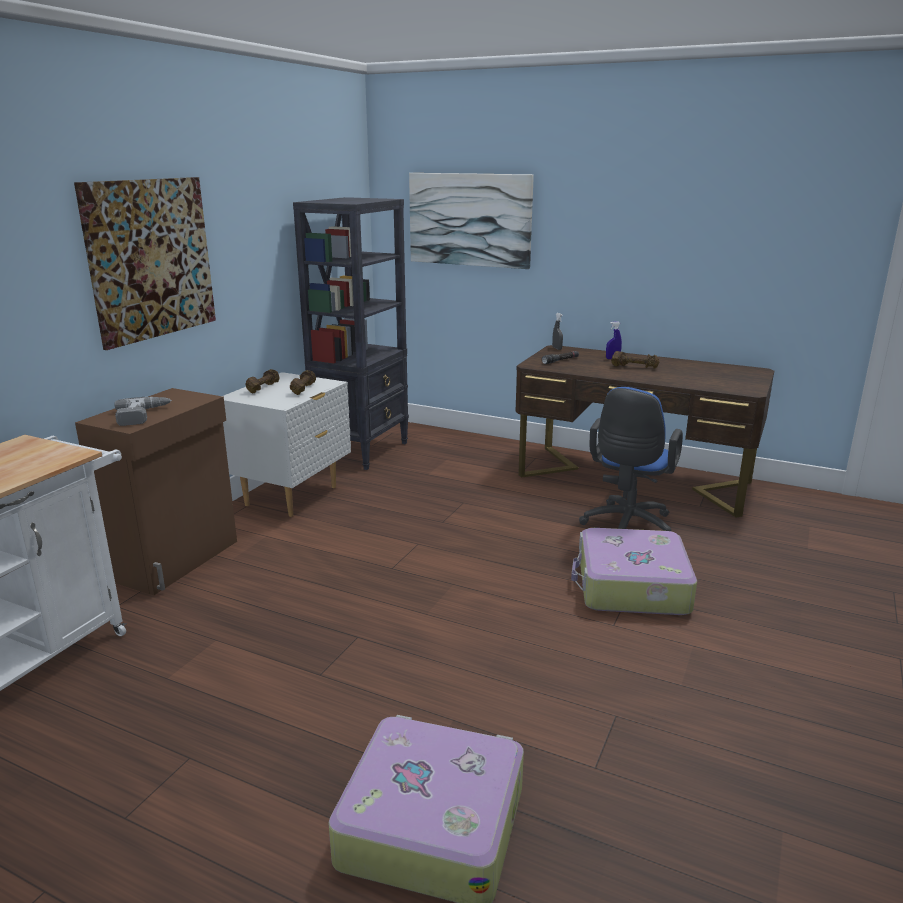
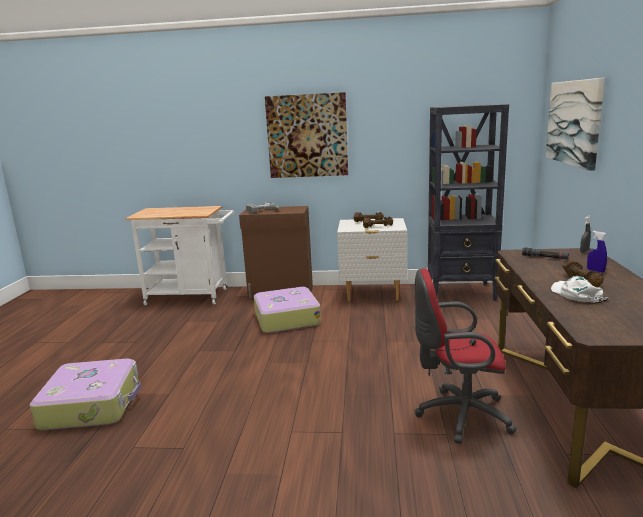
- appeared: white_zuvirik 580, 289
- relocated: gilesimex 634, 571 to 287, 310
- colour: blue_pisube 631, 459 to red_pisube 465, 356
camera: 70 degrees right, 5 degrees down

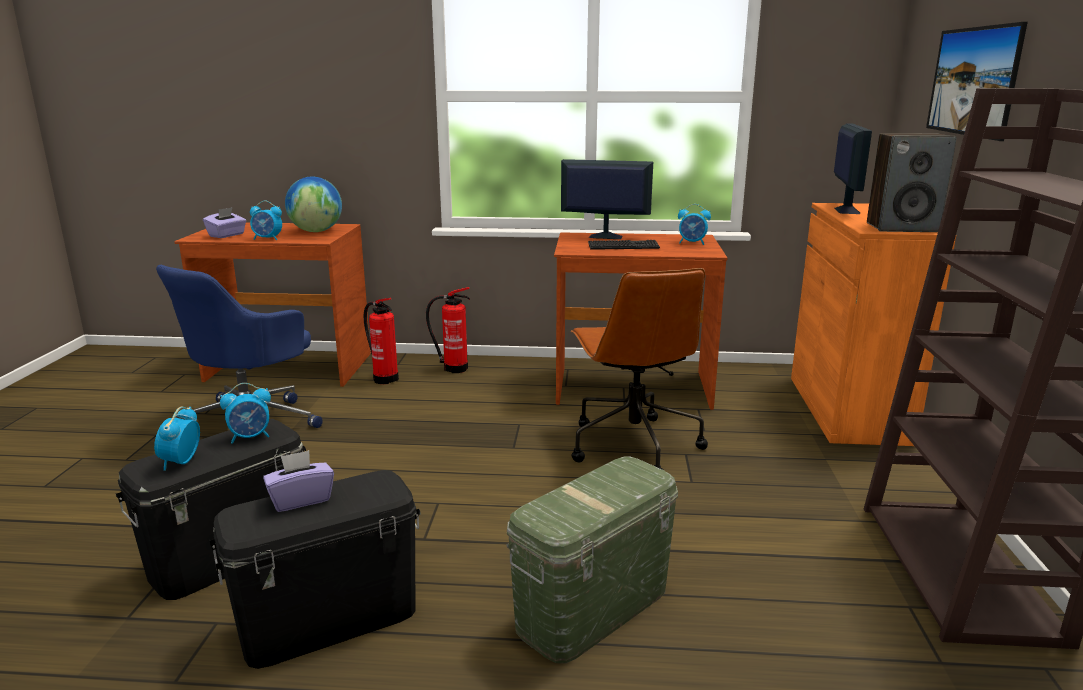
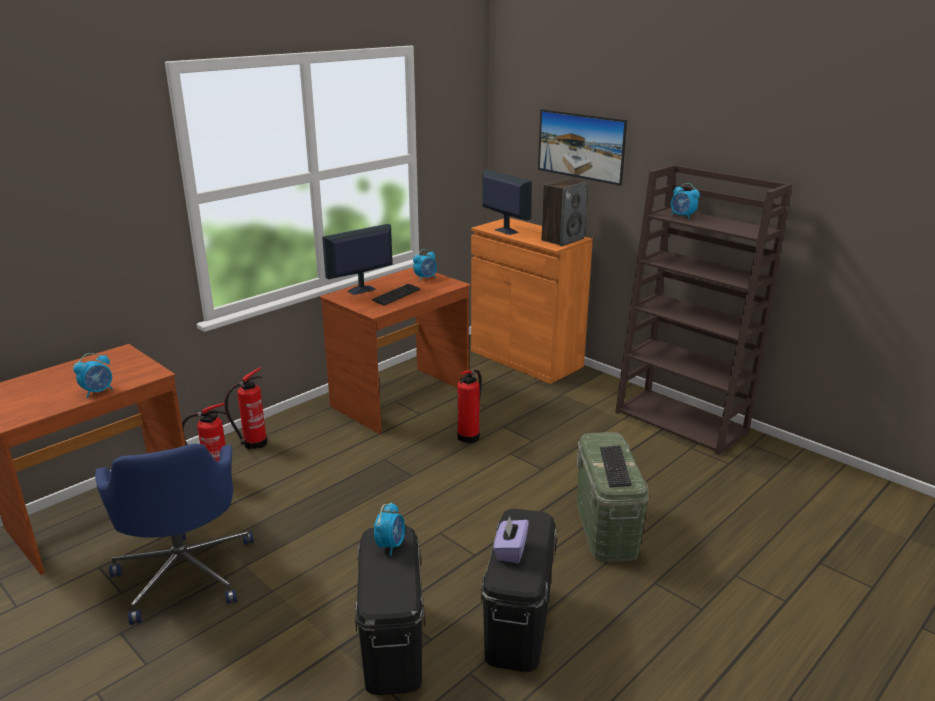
- missing: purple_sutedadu 224, 223
- missing: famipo 313, 204
- appeared: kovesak 616, 466
- relocated: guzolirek 177, 439 to 685, 201
- exchanged: brown_pisube 639, 369 to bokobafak 469, 406
camera: 50 degrees left, 5 degrees up

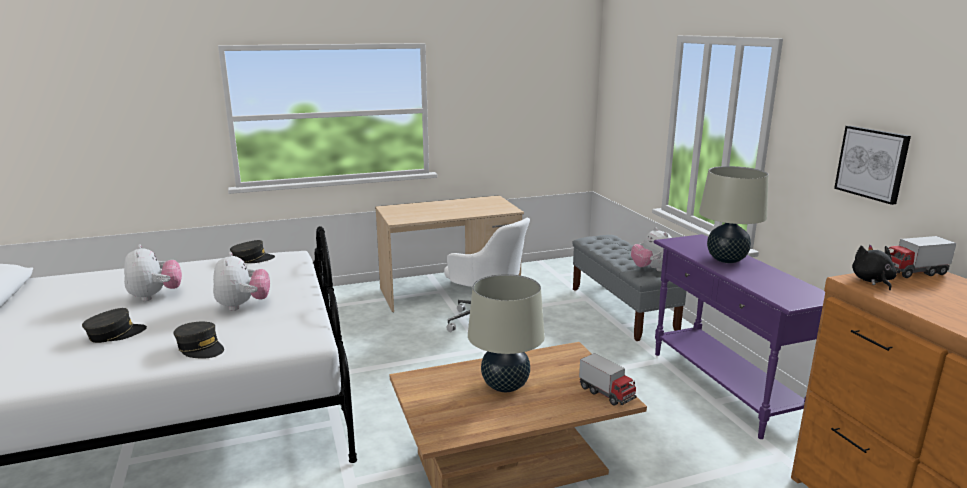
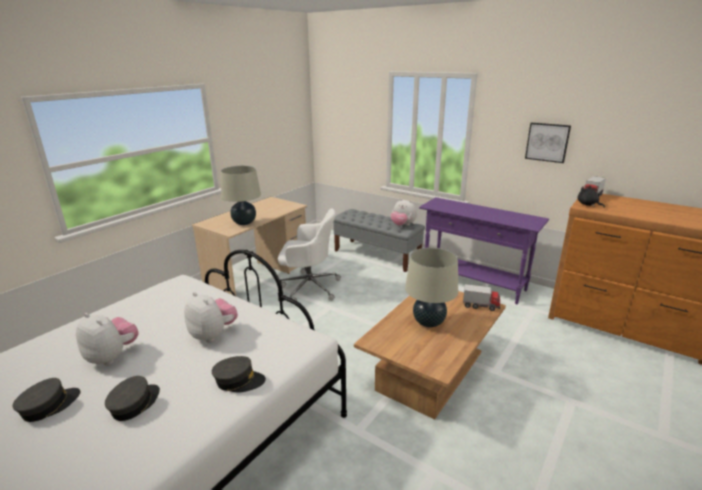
- relocated: grey_zuvirik 252, 251 to 47, 400
- relocated: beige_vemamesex 734, 214 to 241, 195
camera: 35 degrees left, 5 degrees up

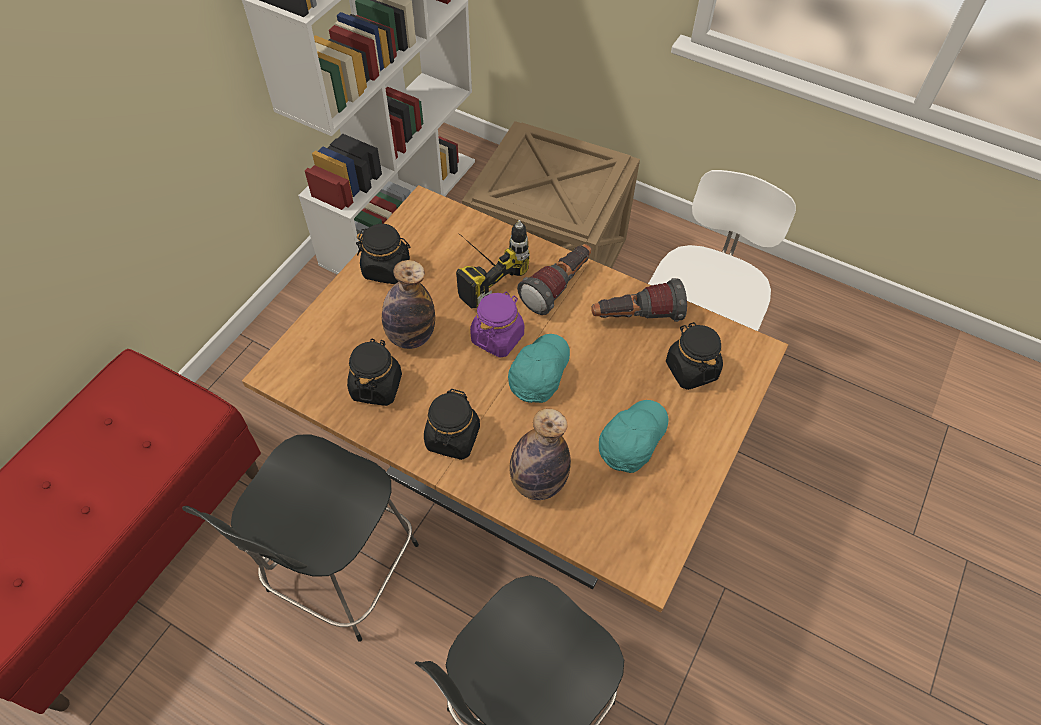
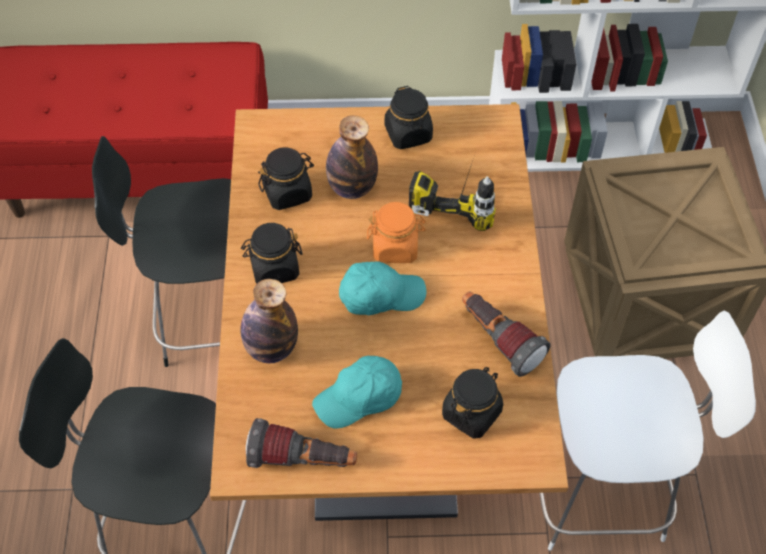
- relocated: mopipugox 554, 279 to 301, 443
- colour: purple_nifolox 497, 325 to orange_nifolox 396, 232
- spun: turquoise_zuvirik 634, 436 = 357, 392 150 degrees clockwise
camera: 60 degrees right, 0 degrees up

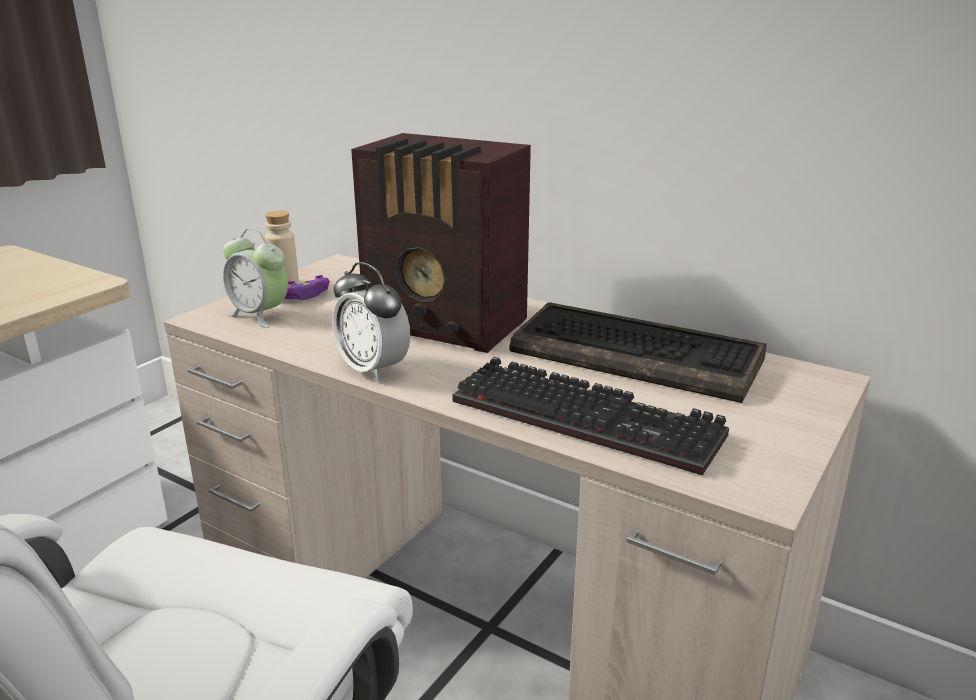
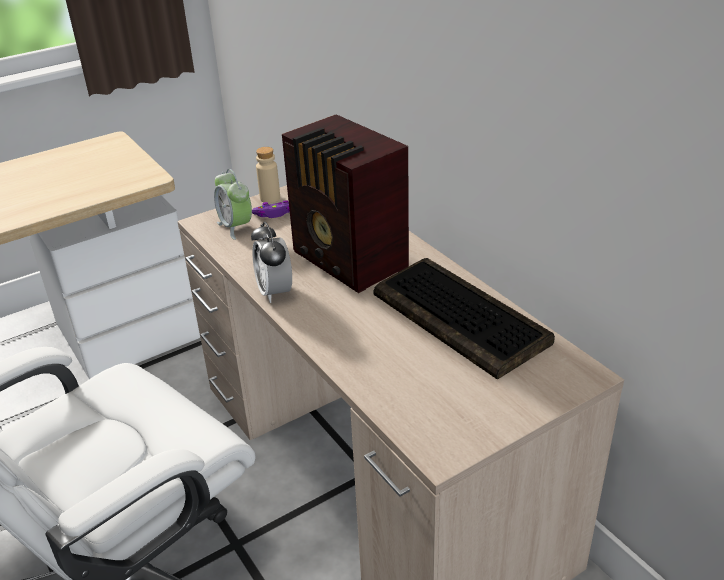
- missing: kovesak 590, 416
camera: 25 degrees right, 10 degrees up

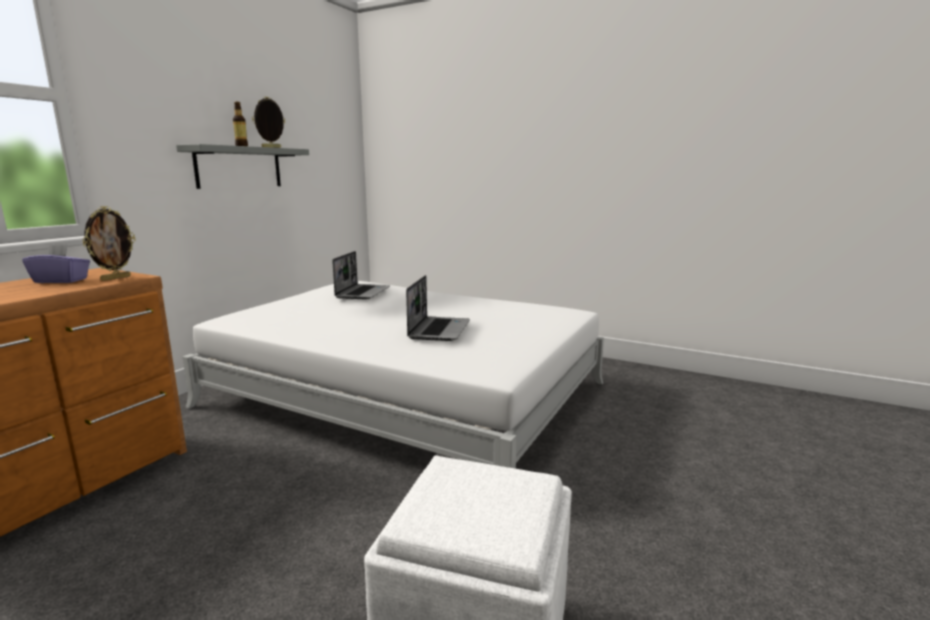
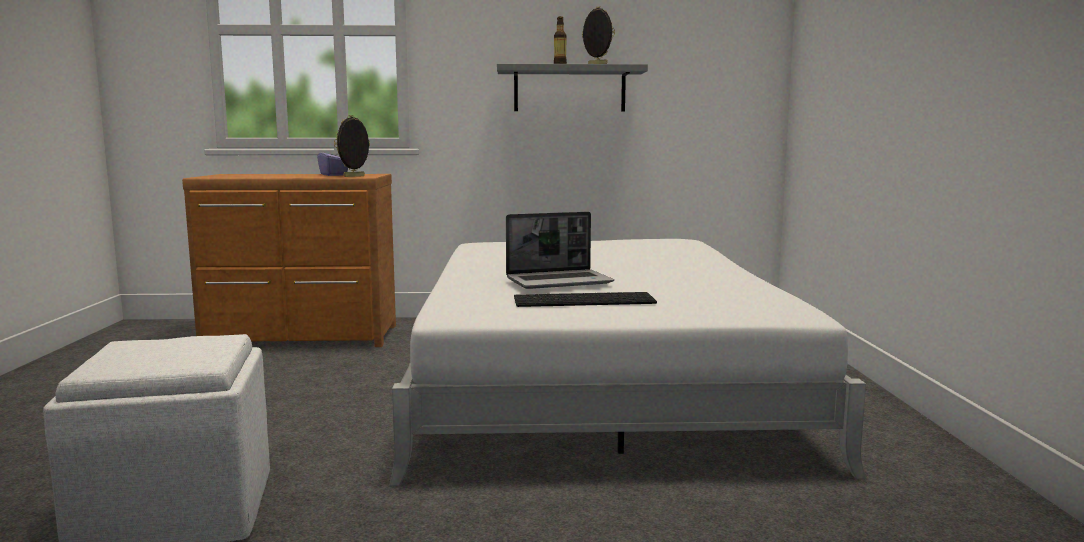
- missing: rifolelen 361, 275
- appeared: kovesak 585, 299
- spun: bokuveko 109, 243 = 352, 146 135 degrees clockwise
camera: 60 degrees right, 5 degrees down

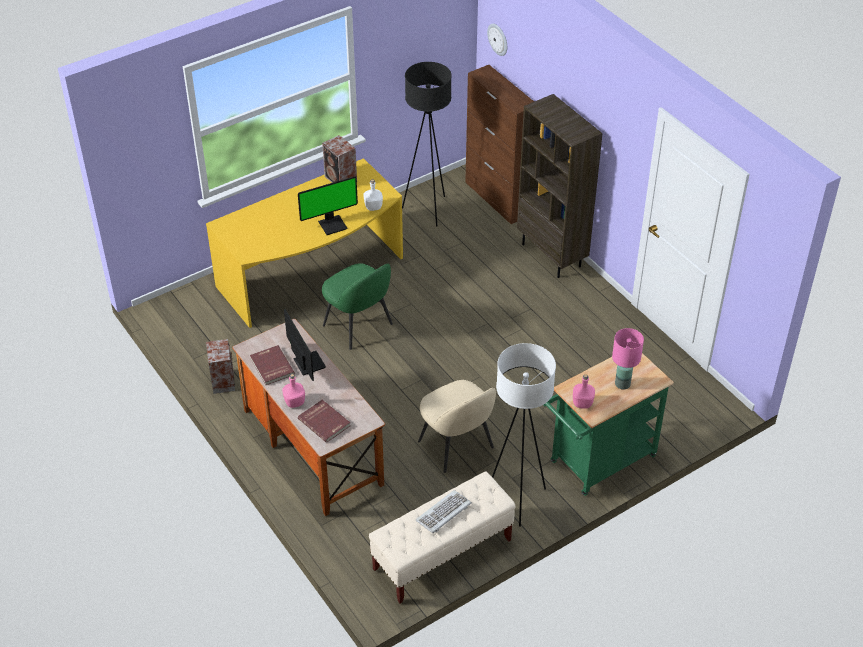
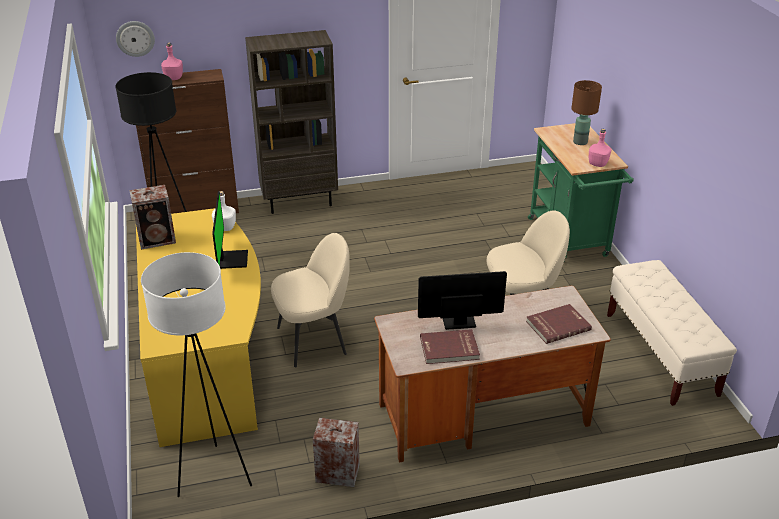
- missing: kovesak 444, 511
- relocated: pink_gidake 293, 391 to 172, 61
- relocated: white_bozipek 524, 435 to 196, 374
- colour: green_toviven 357, 306 to beige_toviven 310, 300
- colour: pink_vemamesex 628, 359 to brown_vemamesex 586, 112
camera: 70 degrees left, 10 degrees down

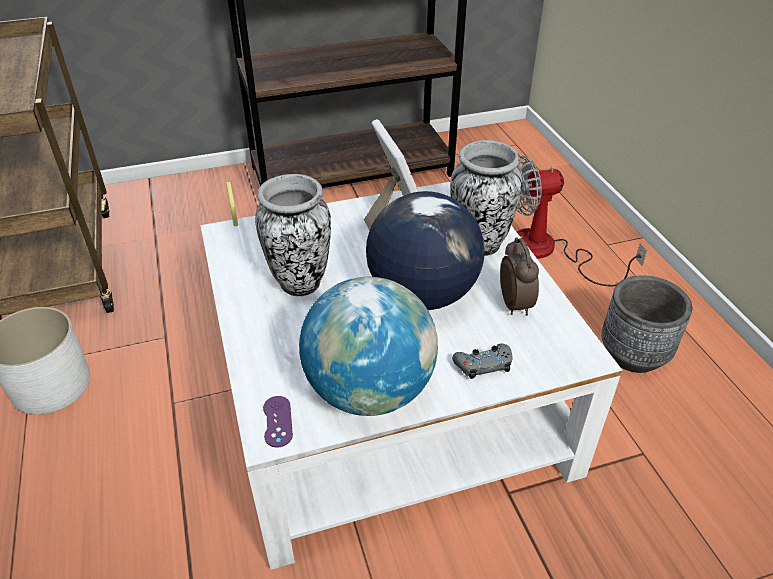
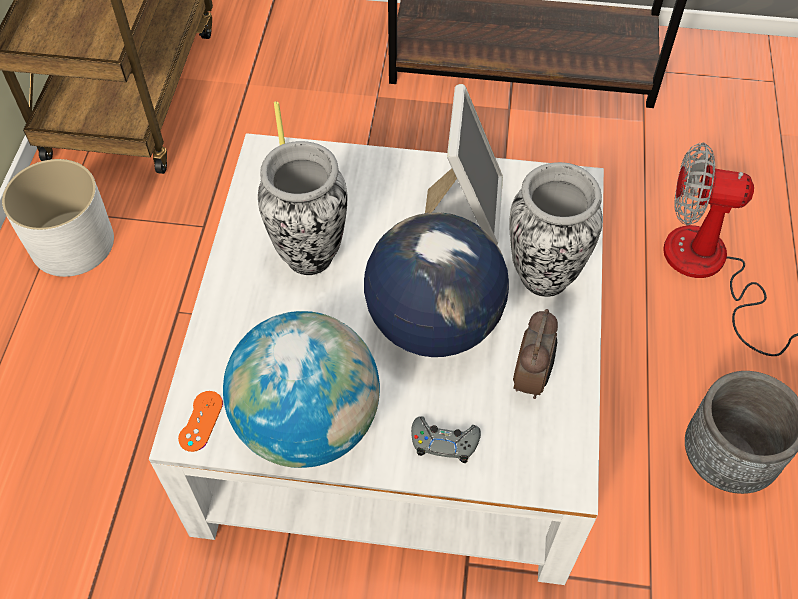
- colour: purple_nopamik 278, 421 to orange_nopamik 200, 421
camera: 25 degrees right, 15 degrees up

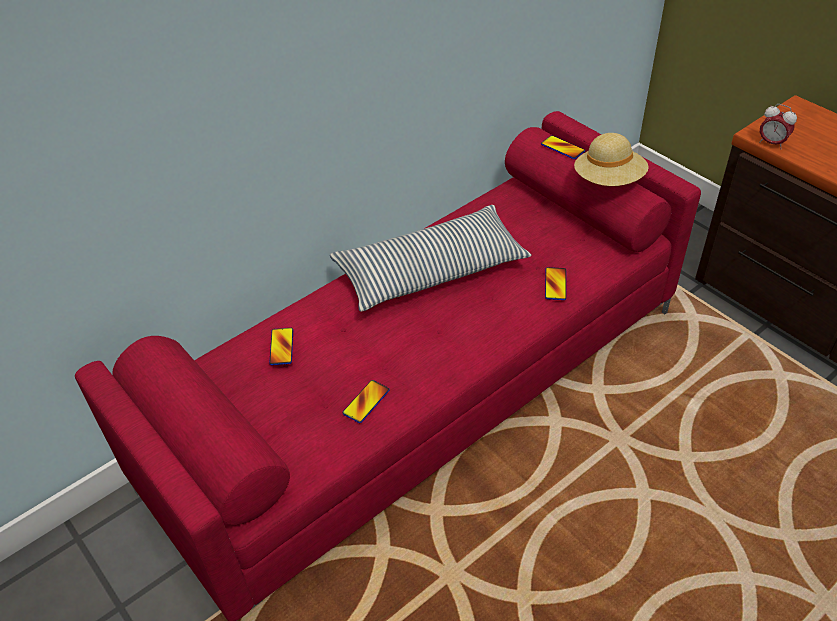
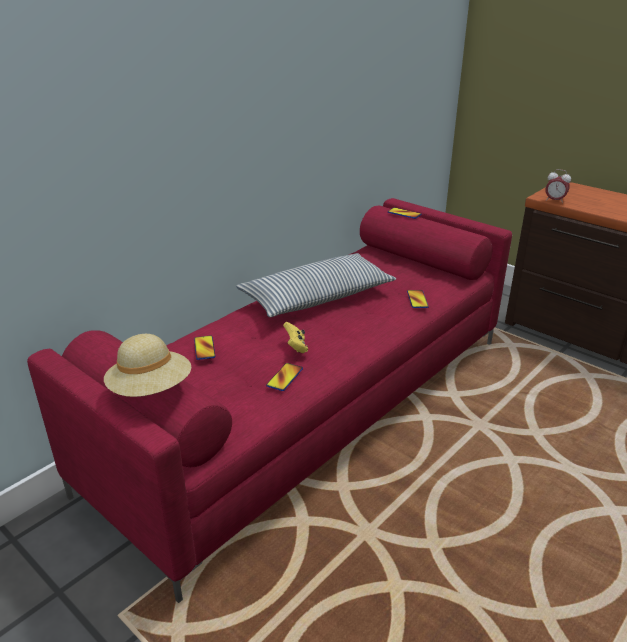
- appeared: yellow_nopamik 295, 337
- relocated: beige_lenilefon 611, 159 to 147, 365
camera: 10 degrees left, 15 degrees down

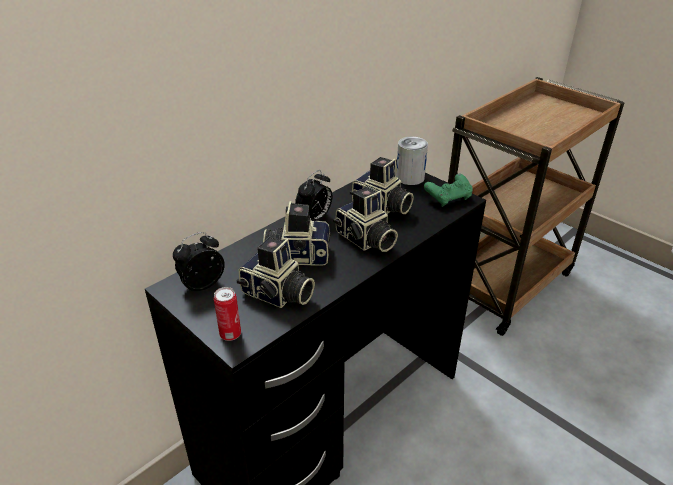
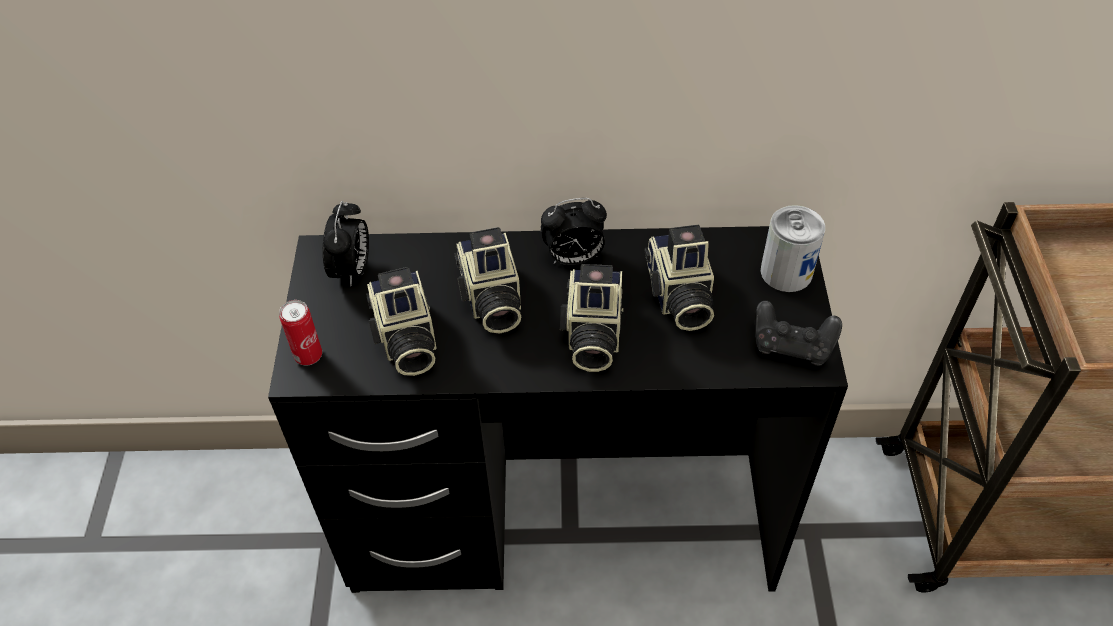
- colour: green_nopamik 448, 190 to black_nopamik 798, 333
- spun: guzolirek 199, 261 = 346, 243 90 degrees clockwise
- spun: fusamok 297, 233 = 487, 280 150 degrees counterclockwise
camera: 45 degrees right, 15 degrees up

